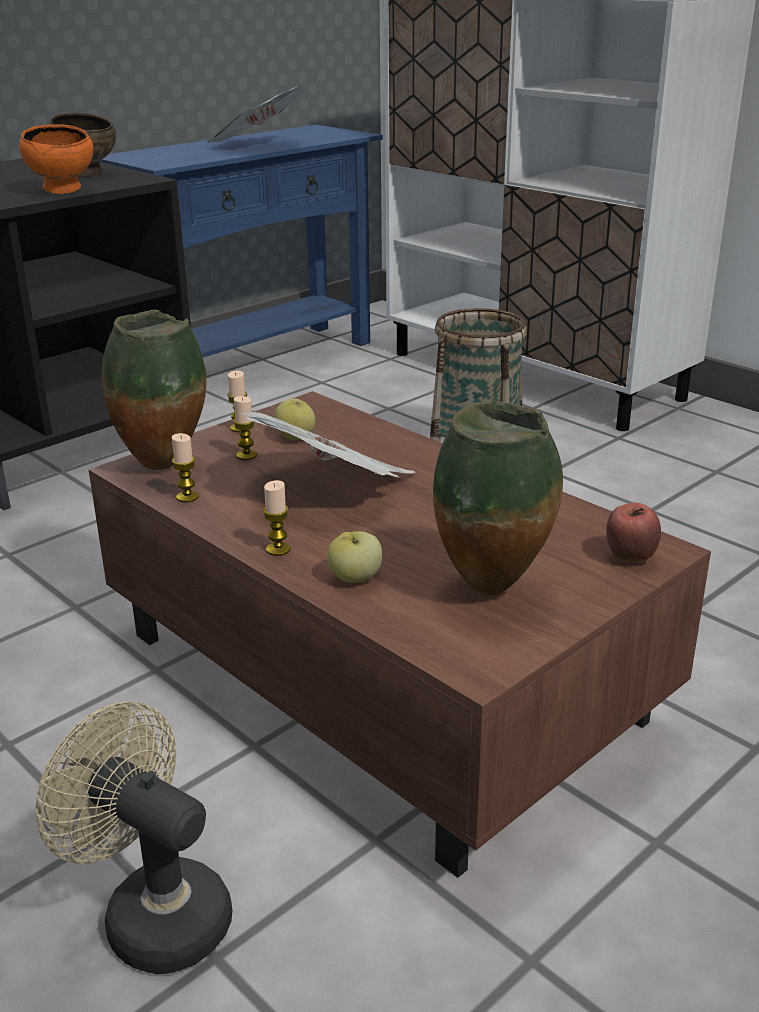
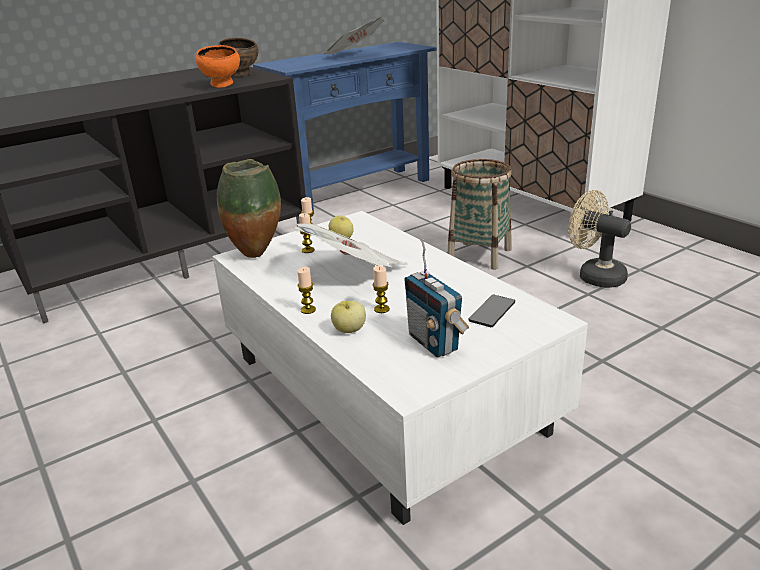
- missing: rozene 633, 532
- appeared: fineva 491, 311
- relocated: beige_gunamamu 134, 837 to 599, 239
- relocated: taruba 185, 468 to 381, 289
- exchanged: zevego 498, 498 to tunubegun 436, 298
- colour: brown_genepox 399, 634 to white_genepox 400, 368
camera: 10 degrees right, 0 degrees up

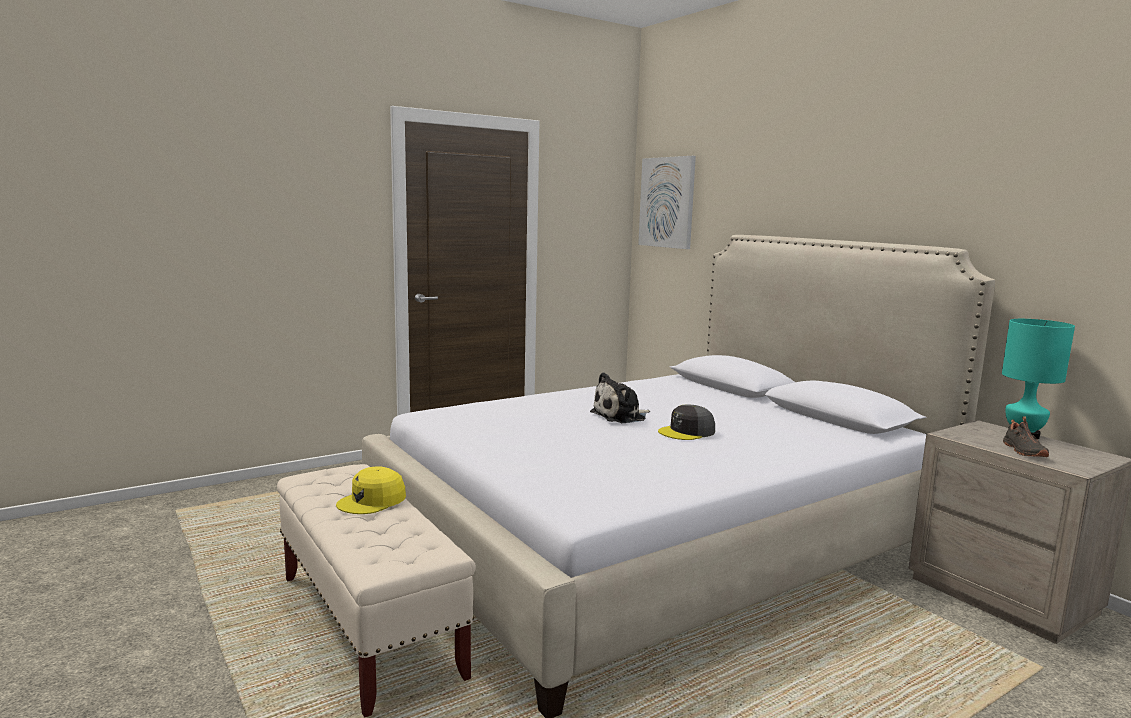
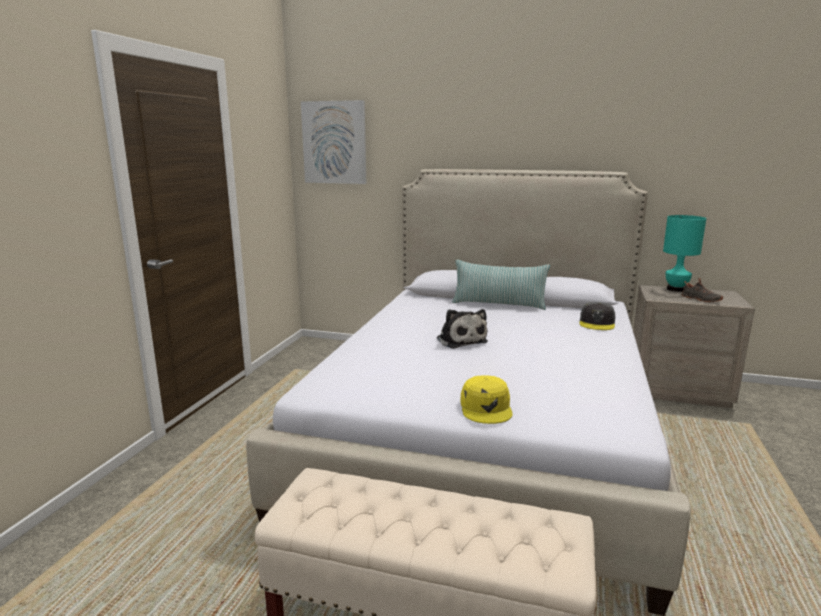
- appeared: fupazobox 501, 285
- relocated: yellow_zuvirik 371, 490 to 487, 399
- relocated: grey_zuvirik 686, 422 to 597, 316
- spun: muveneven 620, 397 = 462, 329 45 degrees counterclockwise
camera: 40 degrees left, 5 degrees up

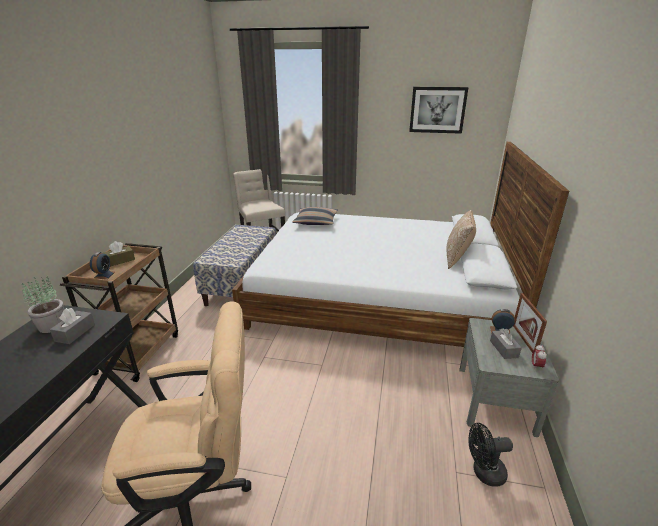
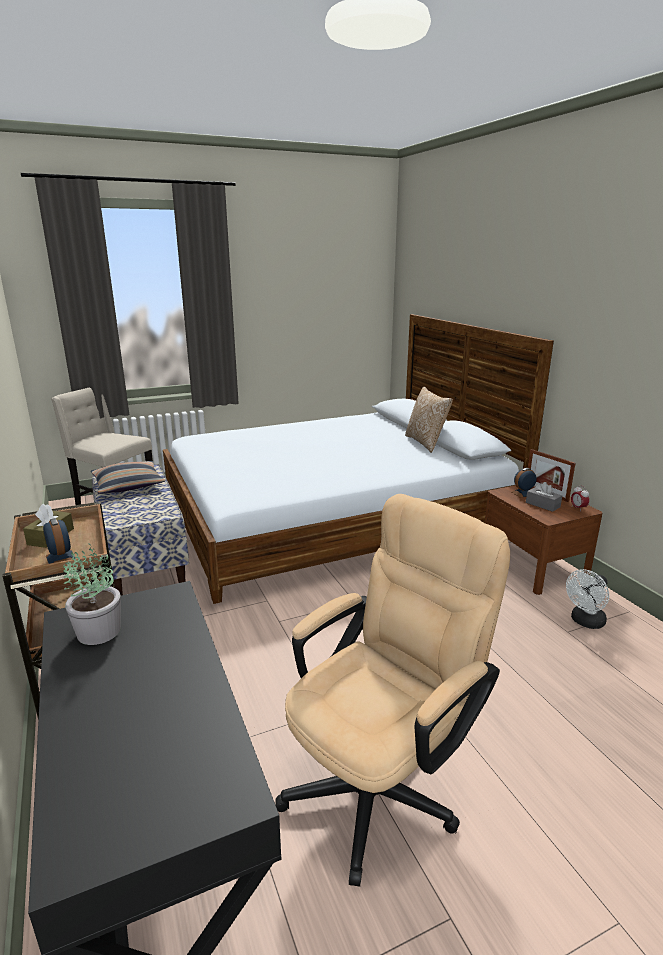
- missing: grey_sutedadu 72, 326
- missing: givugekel 439, 110
- relocated: fupazobox 315, 216 to 128, 477
- colour: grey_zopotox 509, 377 to brown_zopotox 544, 540
- colour: black_gunamamu 490, 455 to white_gunamamu 587, 599
camera: 35 degrees left, 5 degrees down

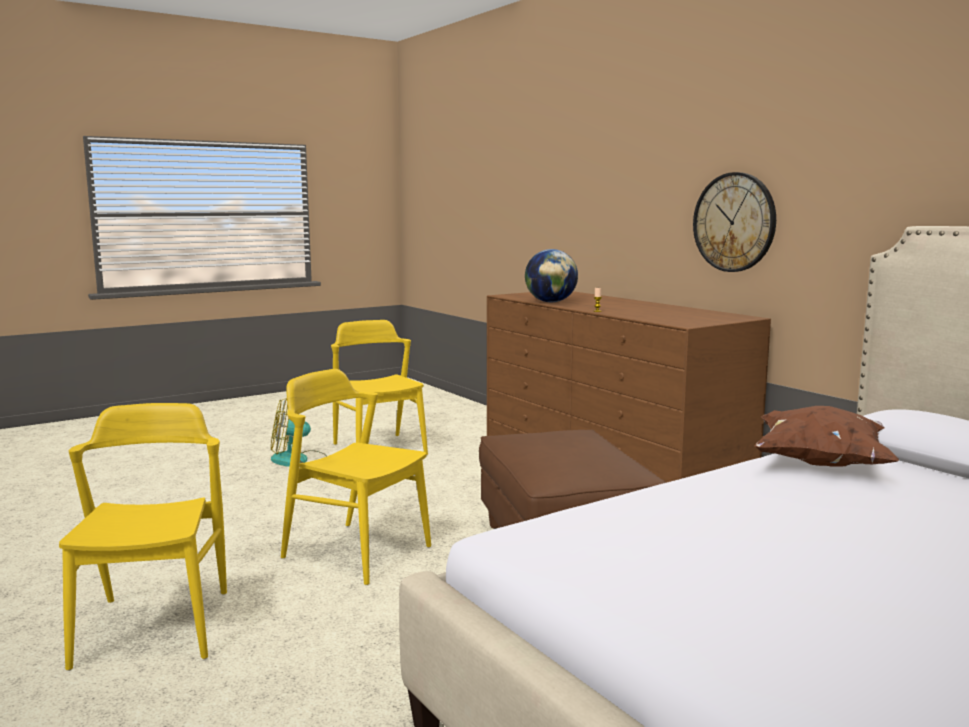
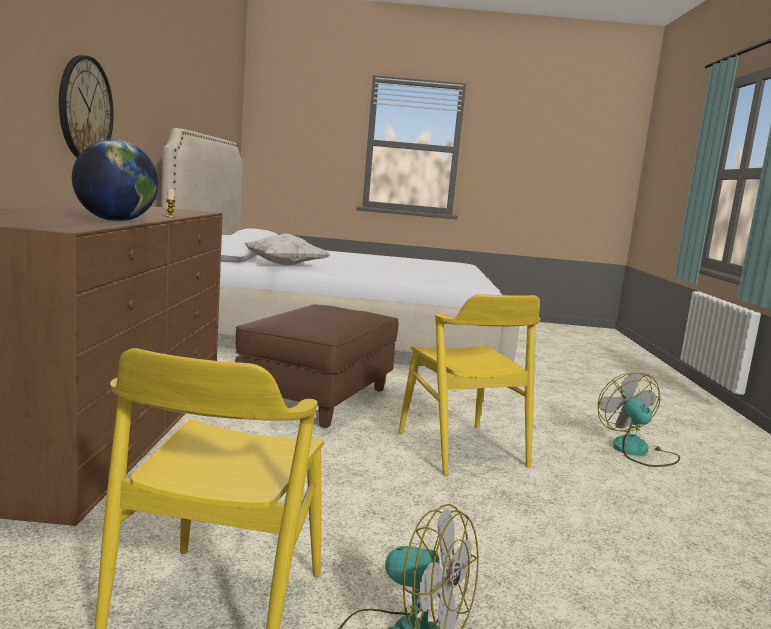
- exchanged: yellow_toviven 143, 537 to gunamamu 639, 419
- colour: brown_fupazobox 826, 436 to white_fupazobox 288, 250
camera: 145 degrees left, 0 degrees up

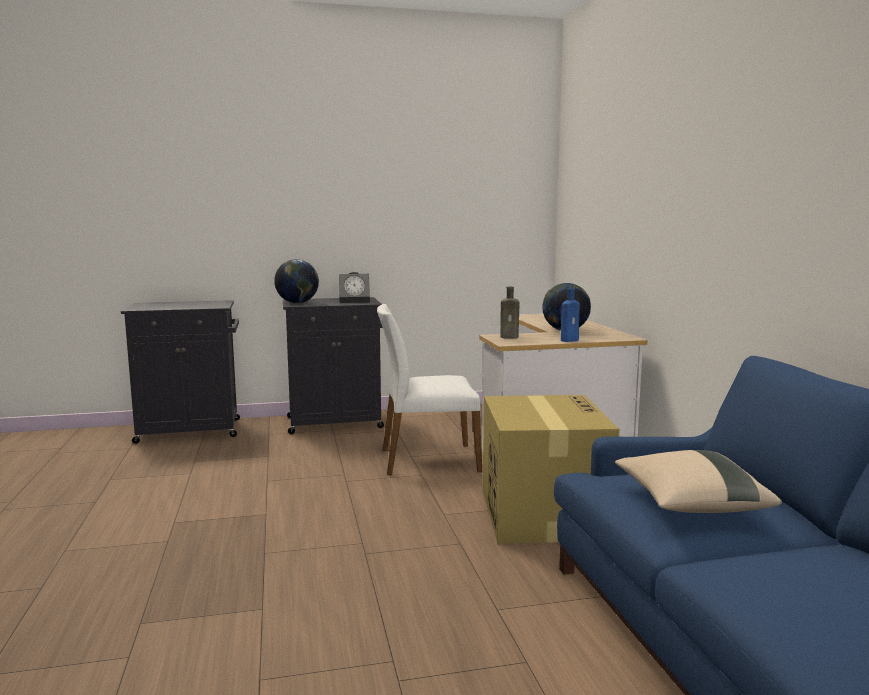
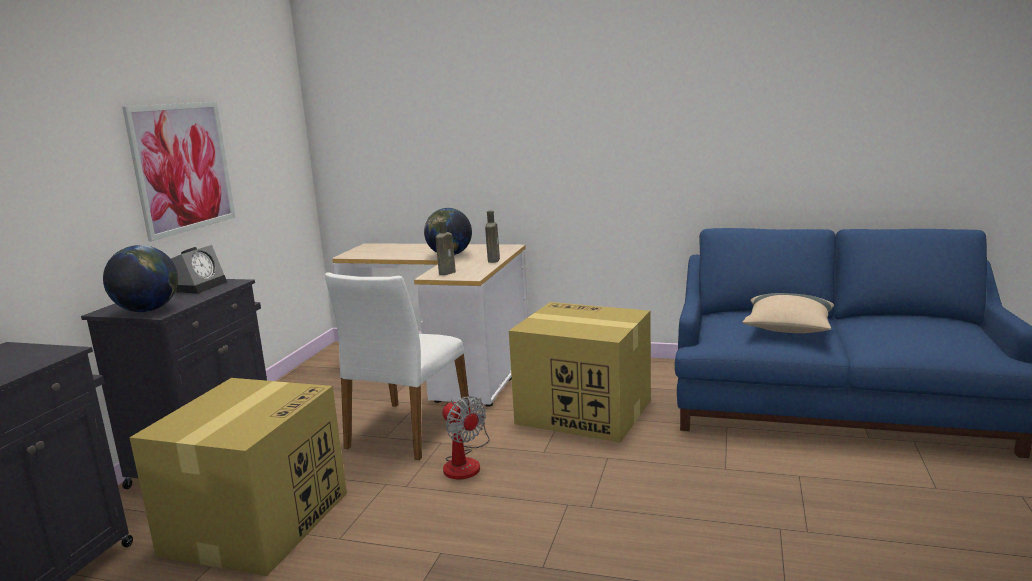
- appeared: givugekel 179, 171
- appeared: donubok 238, 477
- appeared: gunamamu 466, 437
- colour: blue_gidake 570, 315 to brown_gidake 492, 237
camera: 60 degrees left, 5 degrees up

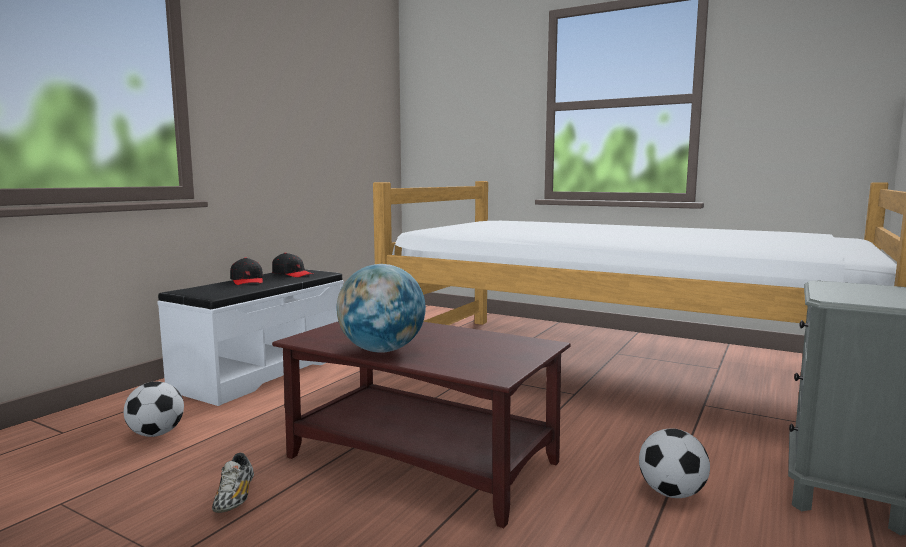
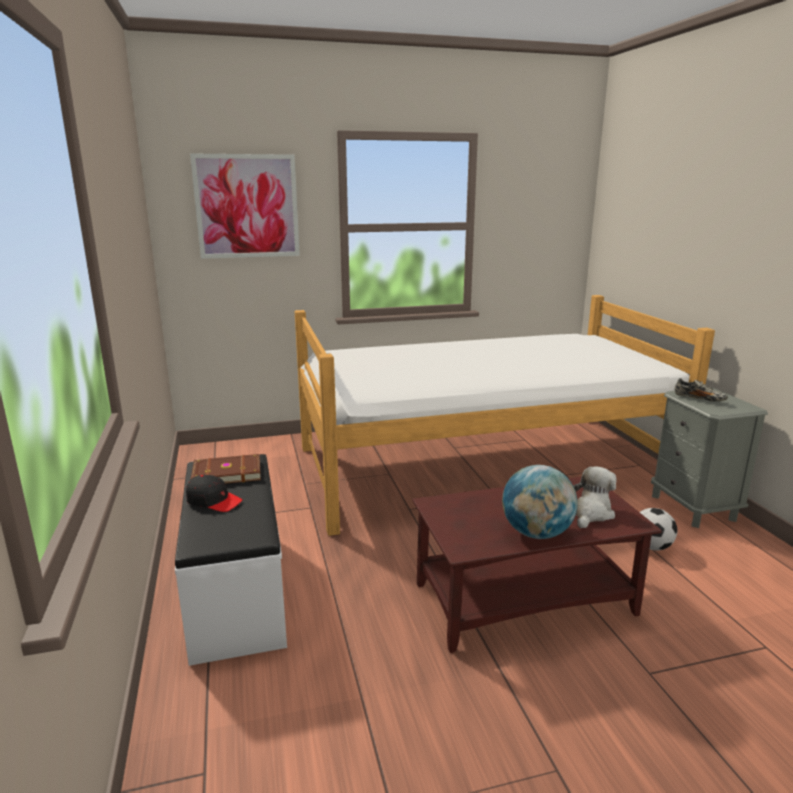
- missing: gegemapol 154, 409
- appeared: givugekel 245, 206
- appeared: muveneven 595, 497
- relocated: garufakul 233, 483 to 701, 389
- exchanged: black_zuvirik 292, 265 to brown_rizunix 225, 469
camera: 45 degrees left, 10 degrees up

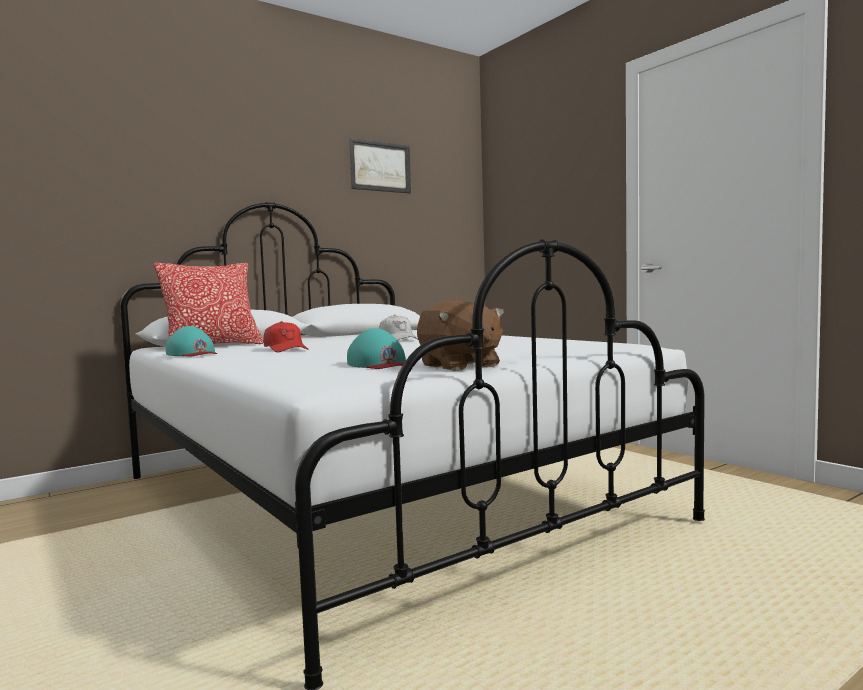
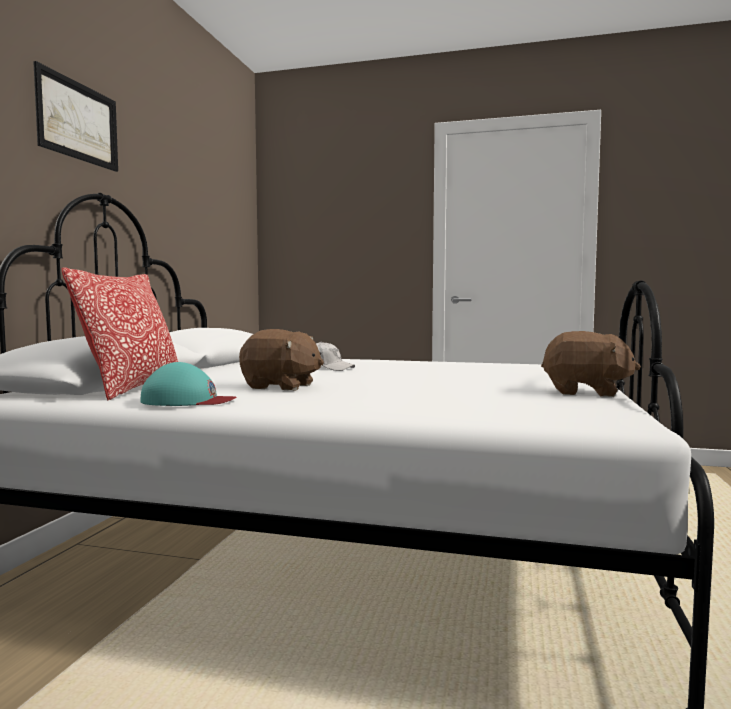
- missing: turquoise_zuvirik 376, 348
- relocated: givugekel 380, 165 to 75, 116
- exchanged: red_zuvirik 285, 336 to brown_muveneven 281, 360
camera: 40 degrees left, 0 degrees up

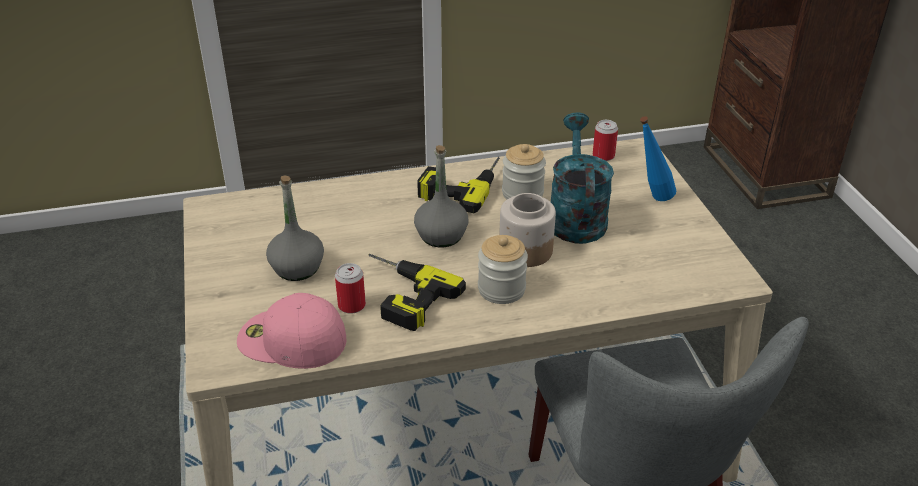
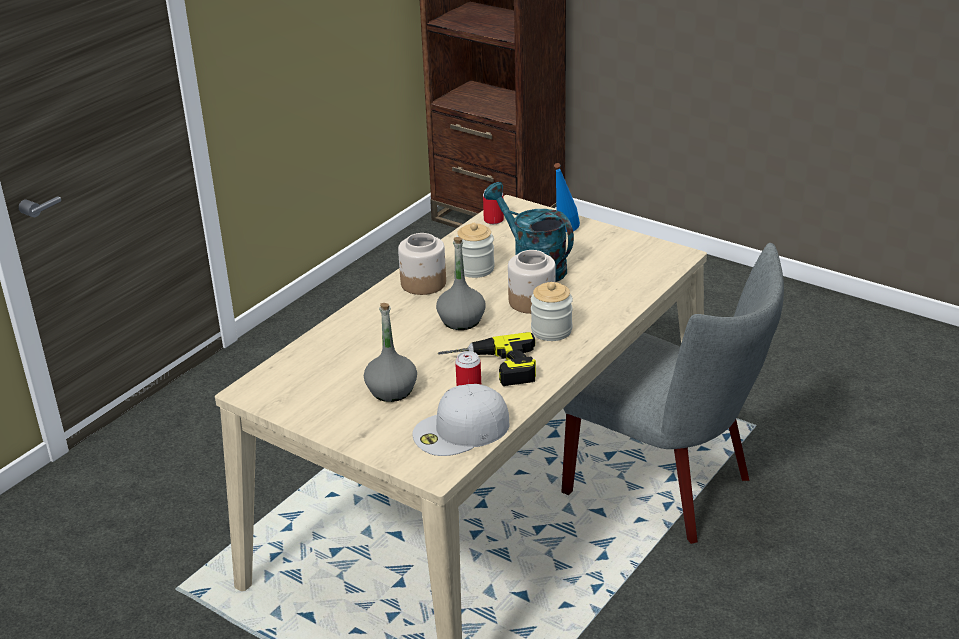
- exchanged: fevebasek 458, 185 to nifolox 422, 264
- colour: pink_zuvirik 292, 331 to white_zuvirik 460, 420
camera: 40 degrees left, 5 degrees down

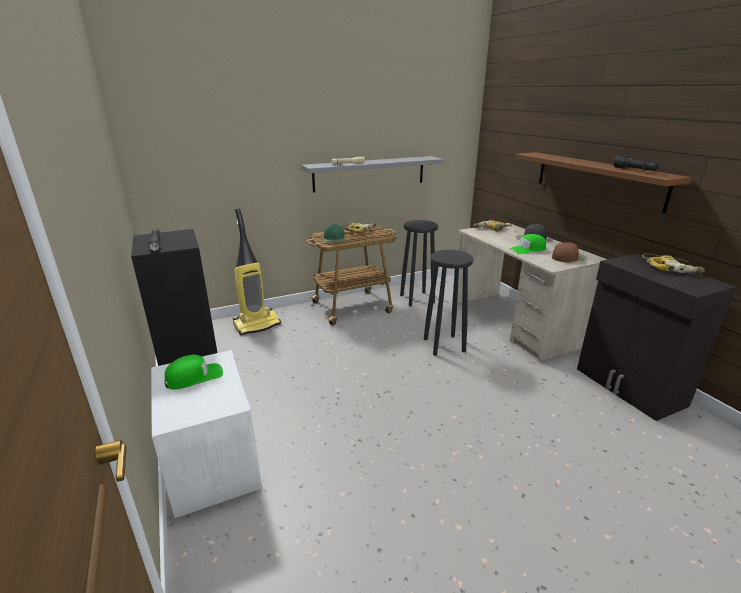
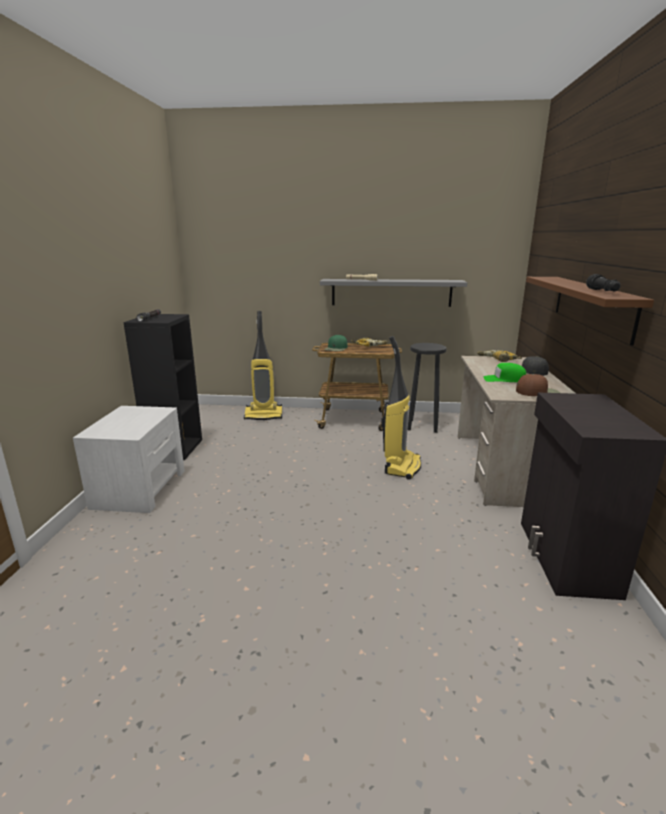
- missing: green_zuvirik 194, 372
- missing: fevebasek 673, 263
- exchanged: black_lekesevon 448, 303 to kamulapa 401, 408
camera: 30 degrees right, 5 degrees down

